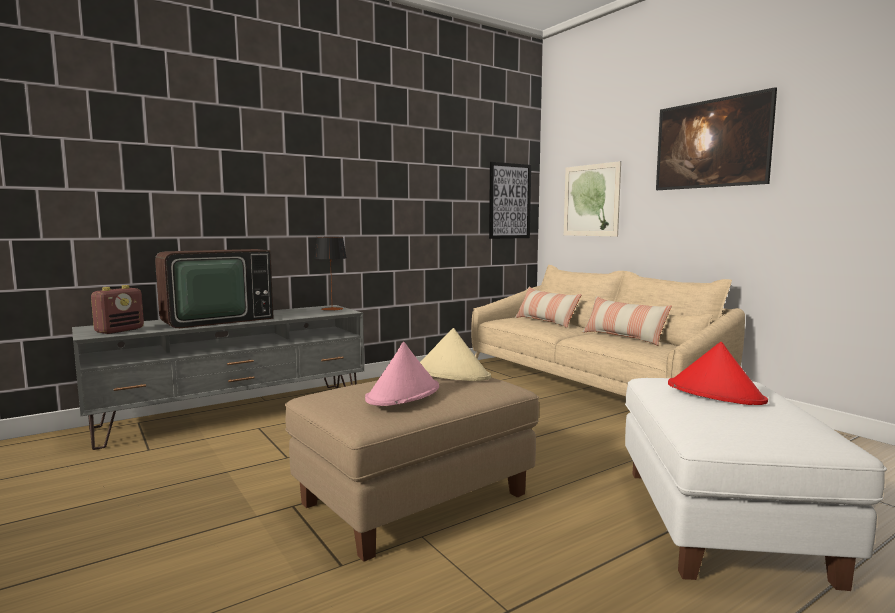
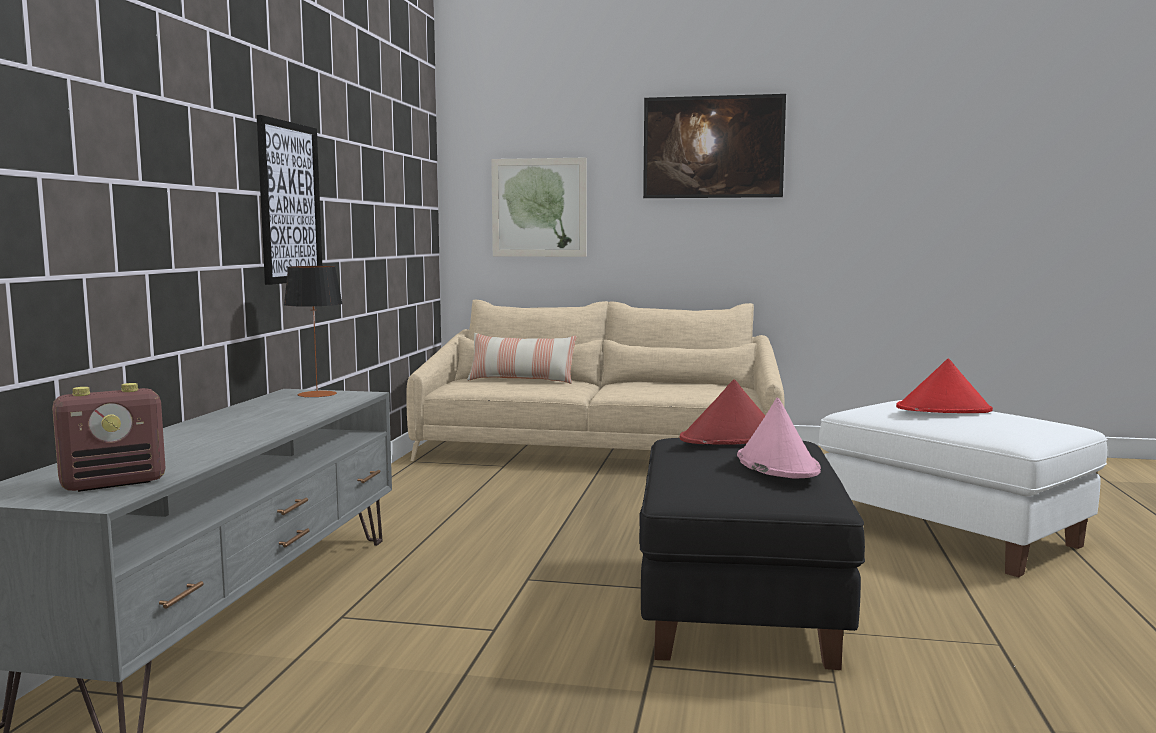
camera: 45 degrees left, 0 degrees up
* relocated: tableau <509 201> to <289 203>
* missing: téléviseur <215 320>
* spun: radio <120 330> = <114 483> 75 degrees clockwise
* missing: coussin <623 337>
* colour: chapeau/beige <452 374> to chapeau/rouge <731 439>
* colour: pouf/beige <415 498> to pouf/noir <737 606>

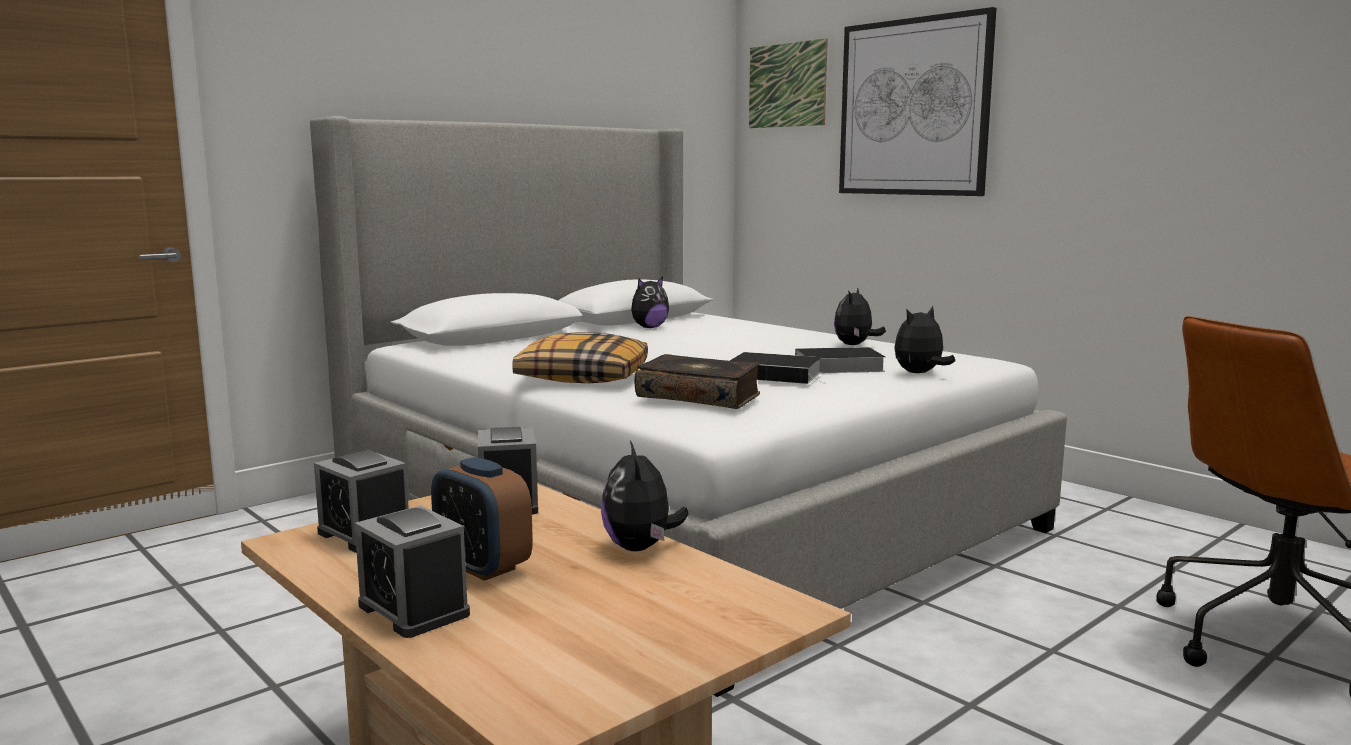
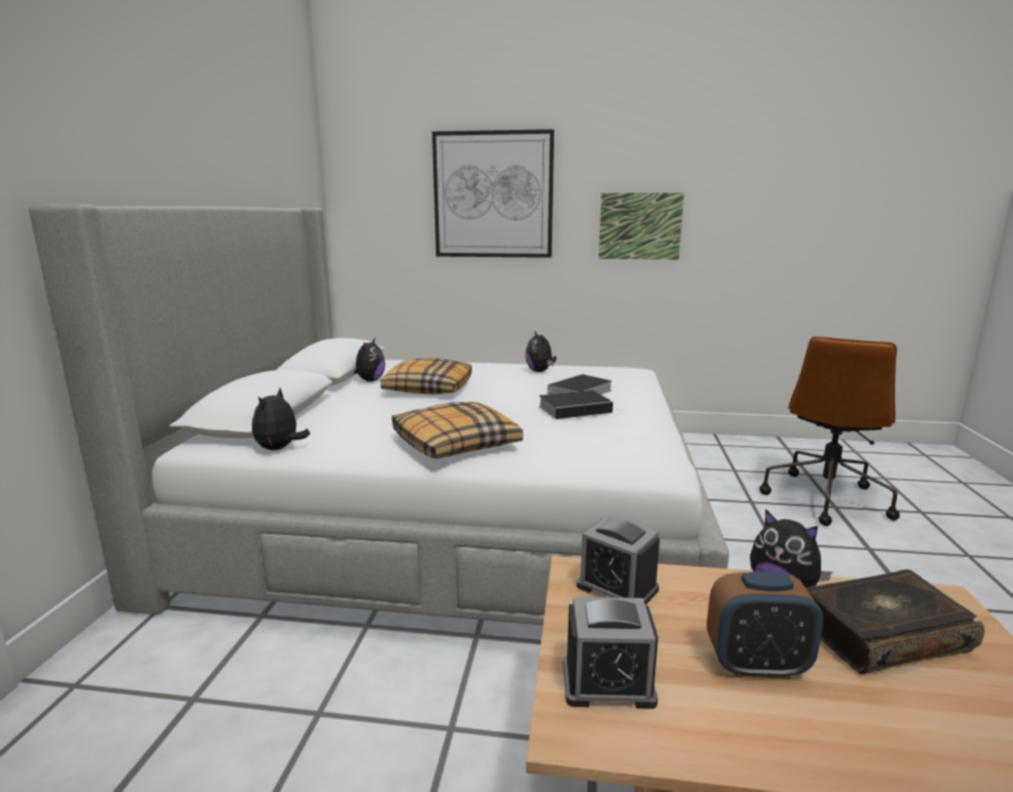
camera: 40 degrees left, 5 degrees up
* relocated: tableau <787 85> to <640 226>
* relocated: peluche <920 373> to <280 449>
* relocated: livre <699 396> to <881 635>
* missing: réveil <413 610>
* appeared: coussin <428 388>

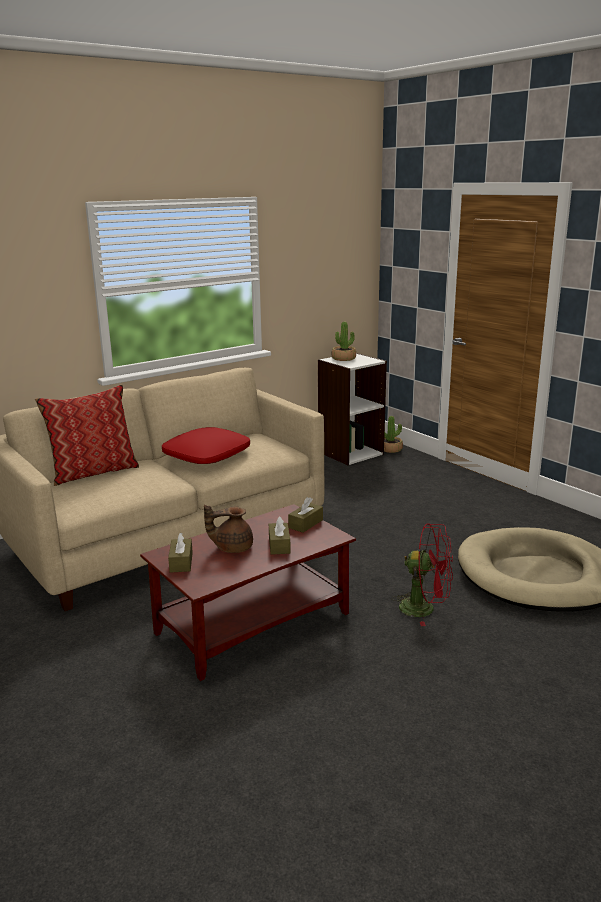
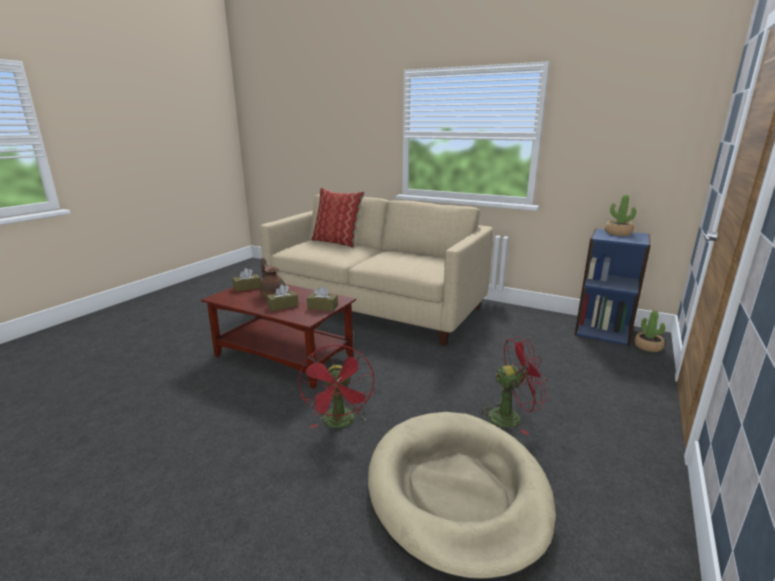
camera: 65 degrees right, 0 degrees up
* colour: bibliothèque/blanc <350 453> to bibliothèque/bleu <603 330>
* missing: coussin/rouge <206 455>
* appeared: ventilateur/rouge <511 417>

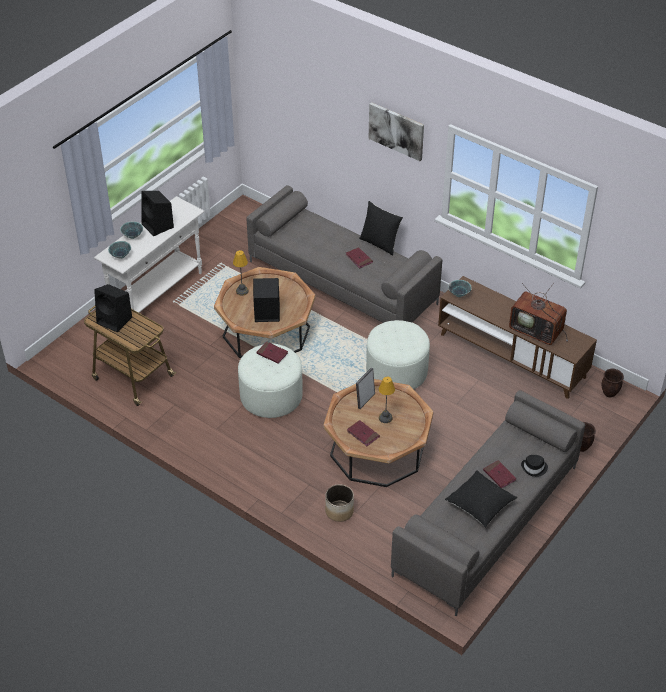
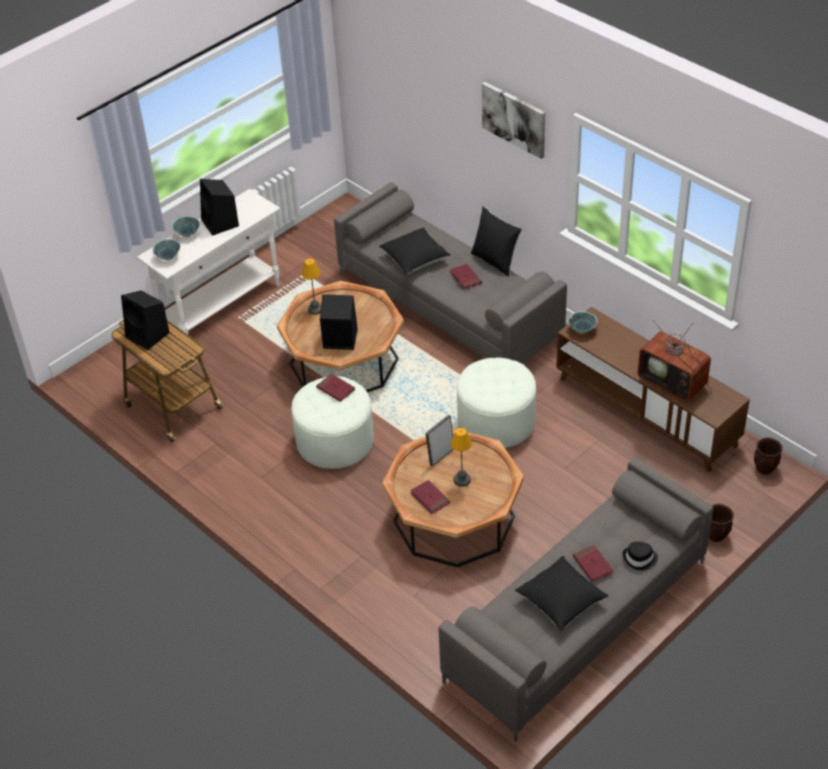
camera: 10 degrees right, 0 degrees up
* missing: cache-pot <339 511>
* appeared: coussin/noir <415 259>

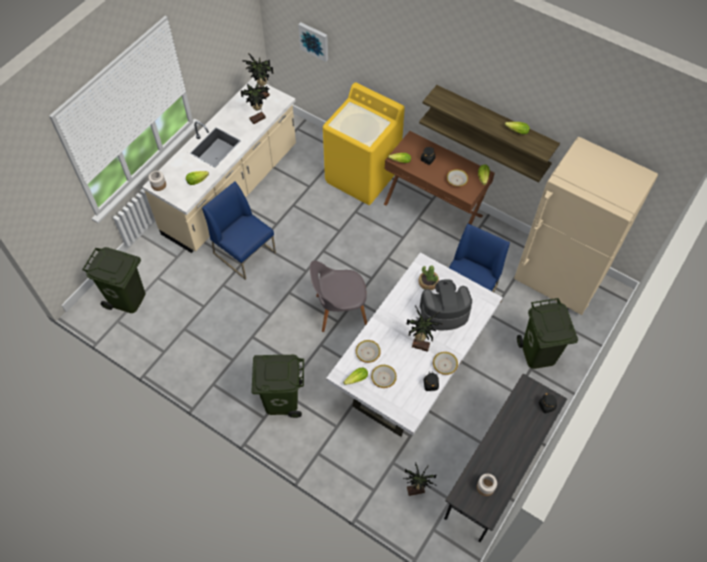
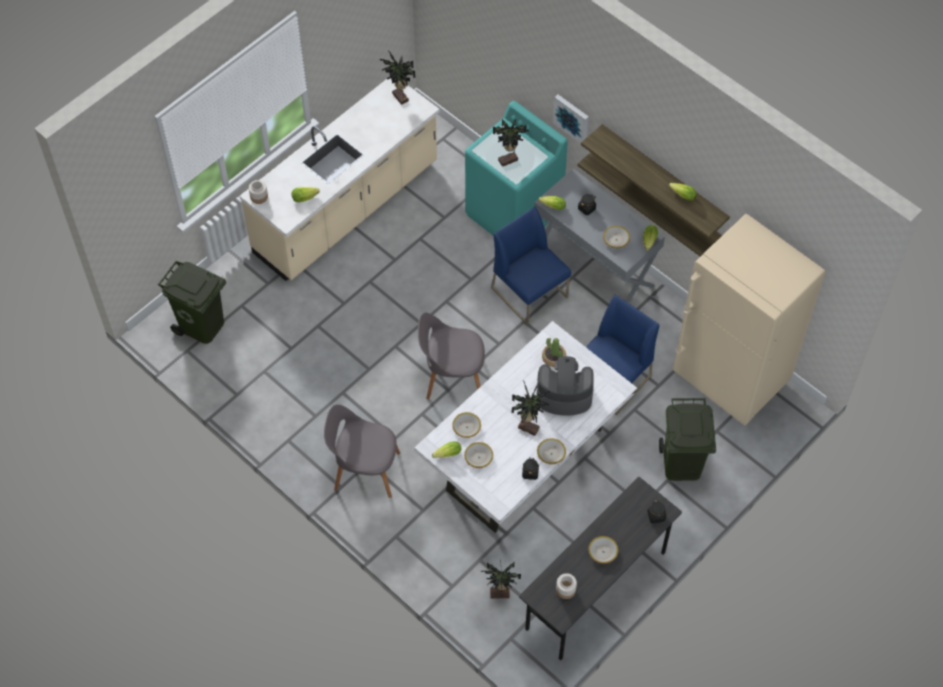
camera: 10 degrees right, 0 degrees up
* relocated: tableau <314 41> to <572 118>
* colour: lave-linge/jaune <362 176> to lave-linge/turquoise <514 213>
* relocated: plante en pot <258 119> to <509 161>
* colour: table console/marron <433 209> to table console/gris <594 269>
* relocated: chaise/bleu <245 253> to <530 292>
* exchanged: poubelle/vert <281 399> to chaise/gris <365 470>
* appeared: bol <603 552>

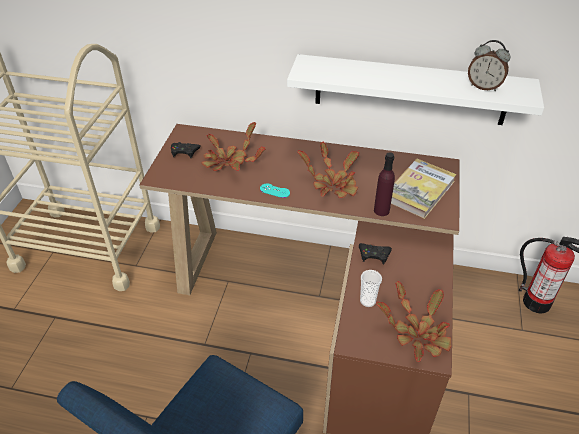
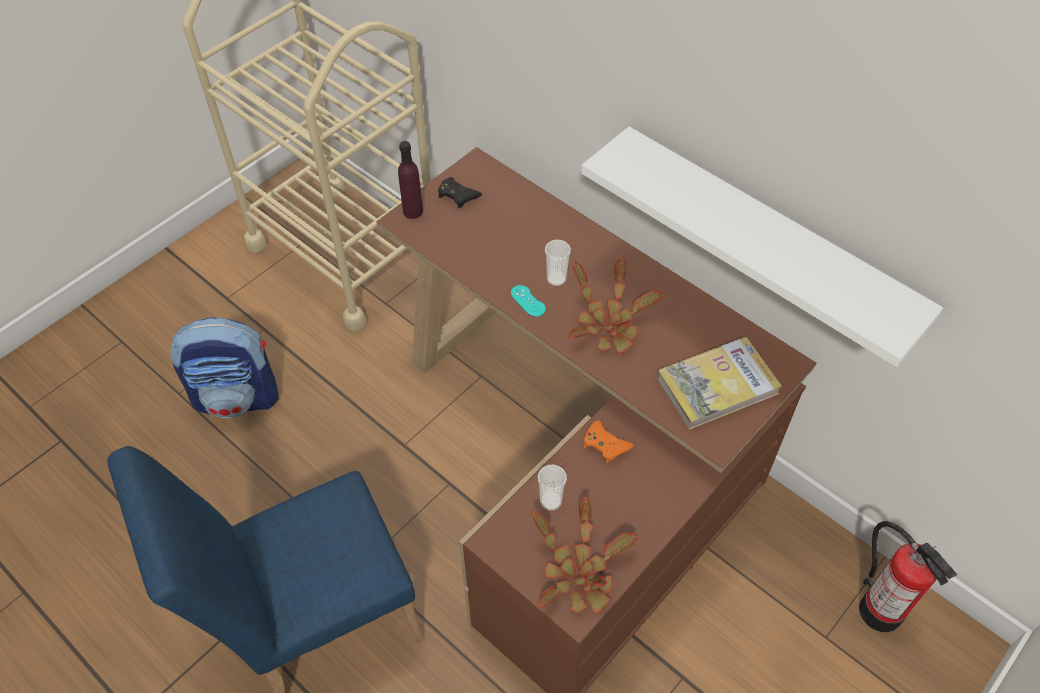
camera: 30 degrees right, 10 degrees up
* missing: réveil <483 86>
* missing: plante en pot <229 162>
* relocated: bouteille/violet <381 210> to <413 211>
* colour: manette/noir <374 255> to manette/orange <605 444>
* appeared: tasse <556 279>
* appeared: sac à dos <238 396>

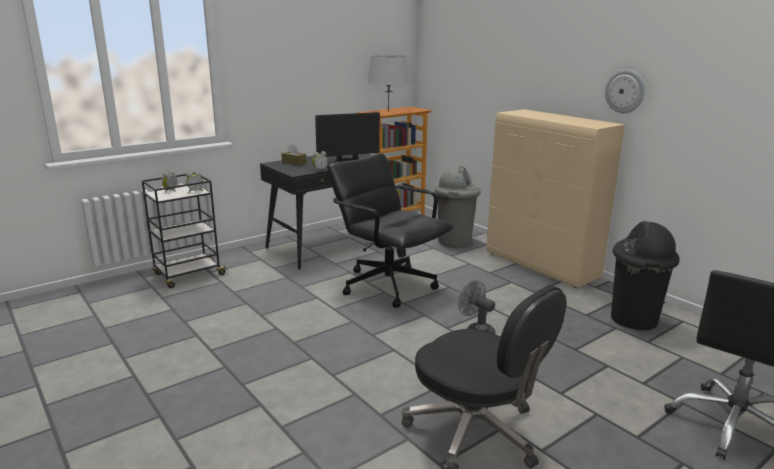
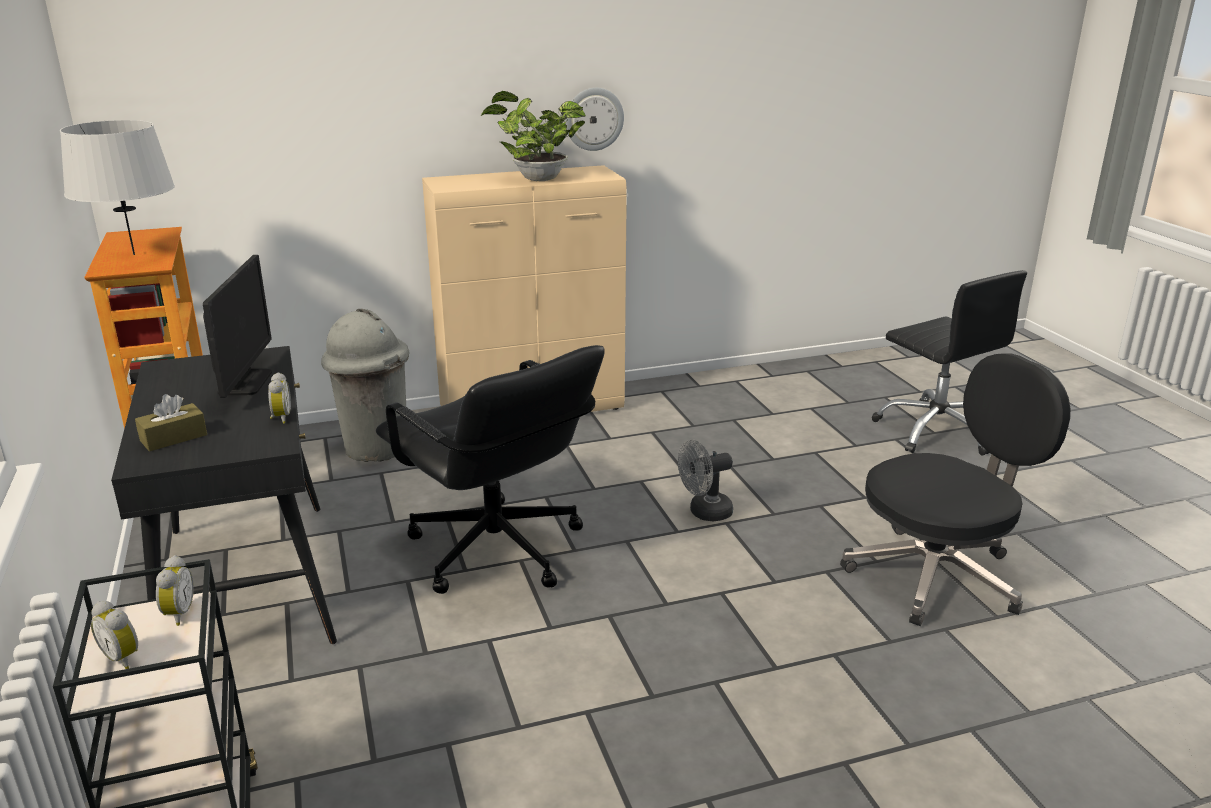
camera: 70 degrees left, 5 degrees up
* spun: chaise de bureau/noir <388 285> = <495 550> 105 degrees counterclockwise
* missing: poubelle/noir <633 320>
* appeared: plante en pot <536 179>

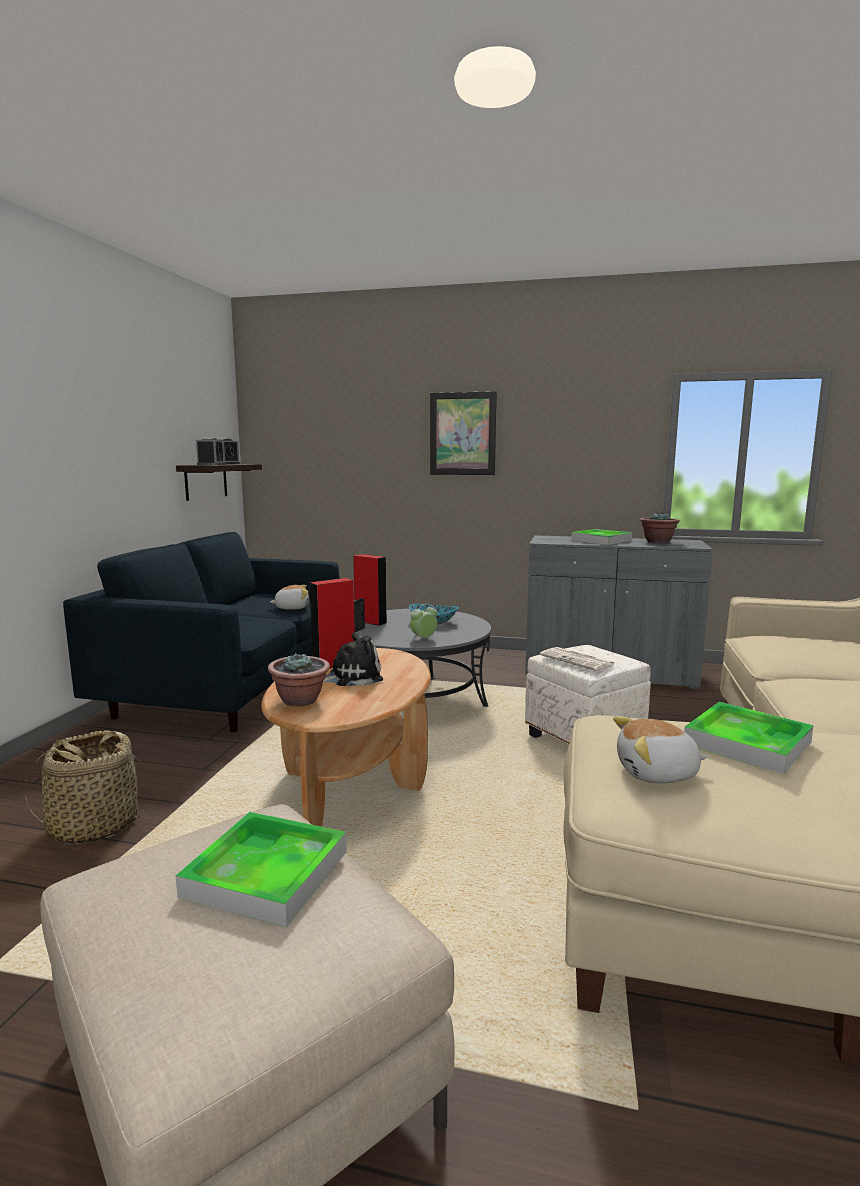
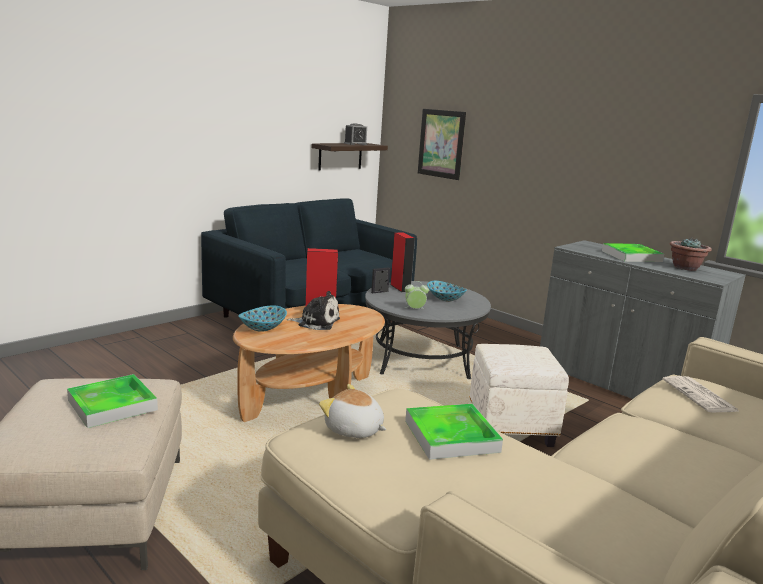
camera: 30 degrees right, 5 degrees up
* relocated: tableau <462 434> to <441 143>
* missing: réveil <211 464>
* missing: peluche <292 608>
* relocated: journal <578 660> to <700 396>
* exchanged: plante en pot <300 701> to bol <263 328>
* missing: panier <93 825>

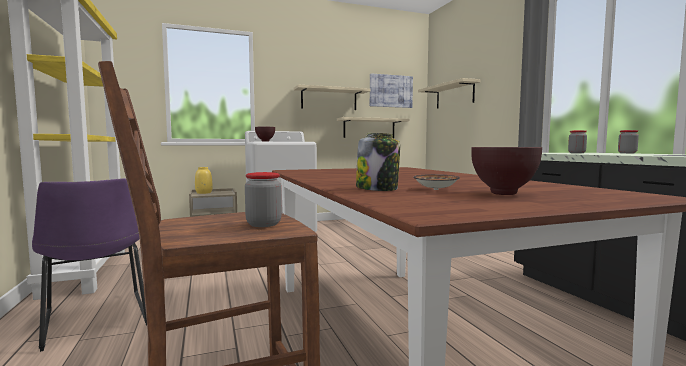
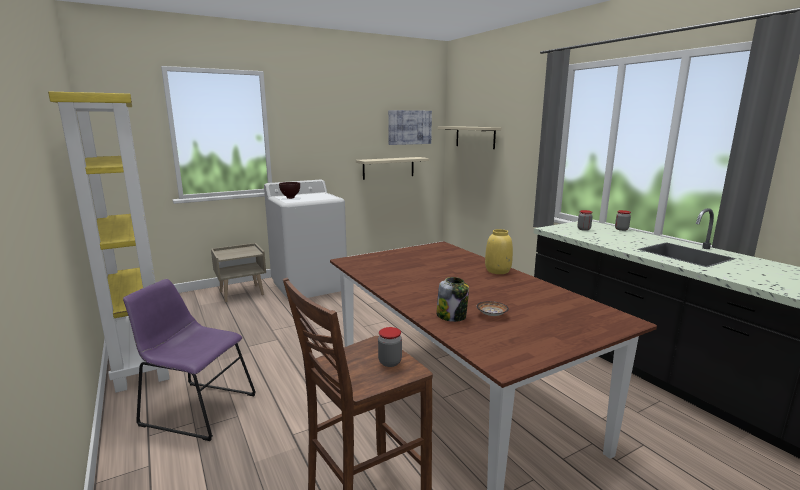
camera: 10 degrees left, 10 degrees up
* missing: étagère/beige <329 99>
* missing: bol/marron <505 194>
* relocated: vase/jaune <204 192> to <497 271>
* spun: chaise/violet <96 321> = <195 408> 150 degrees clockwise

